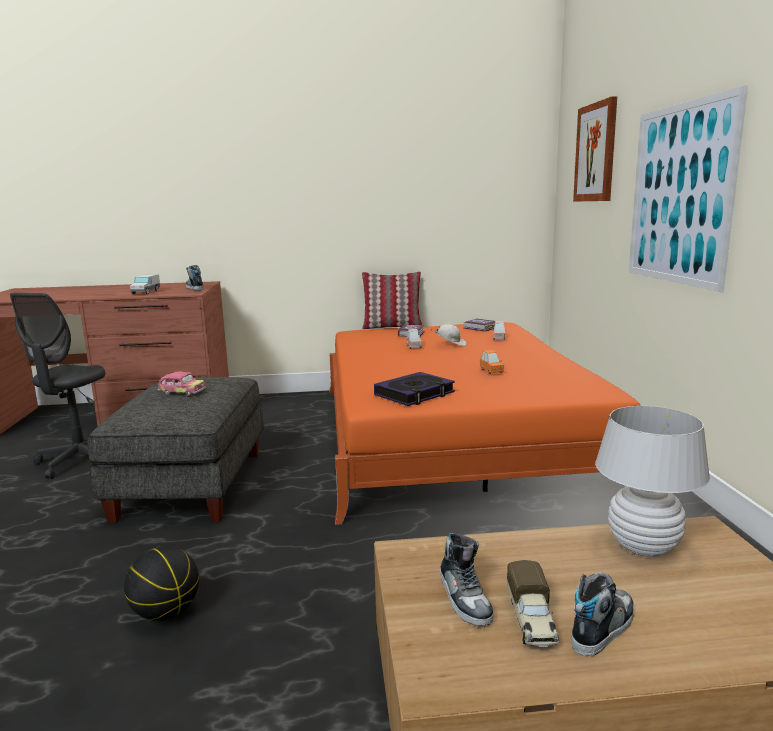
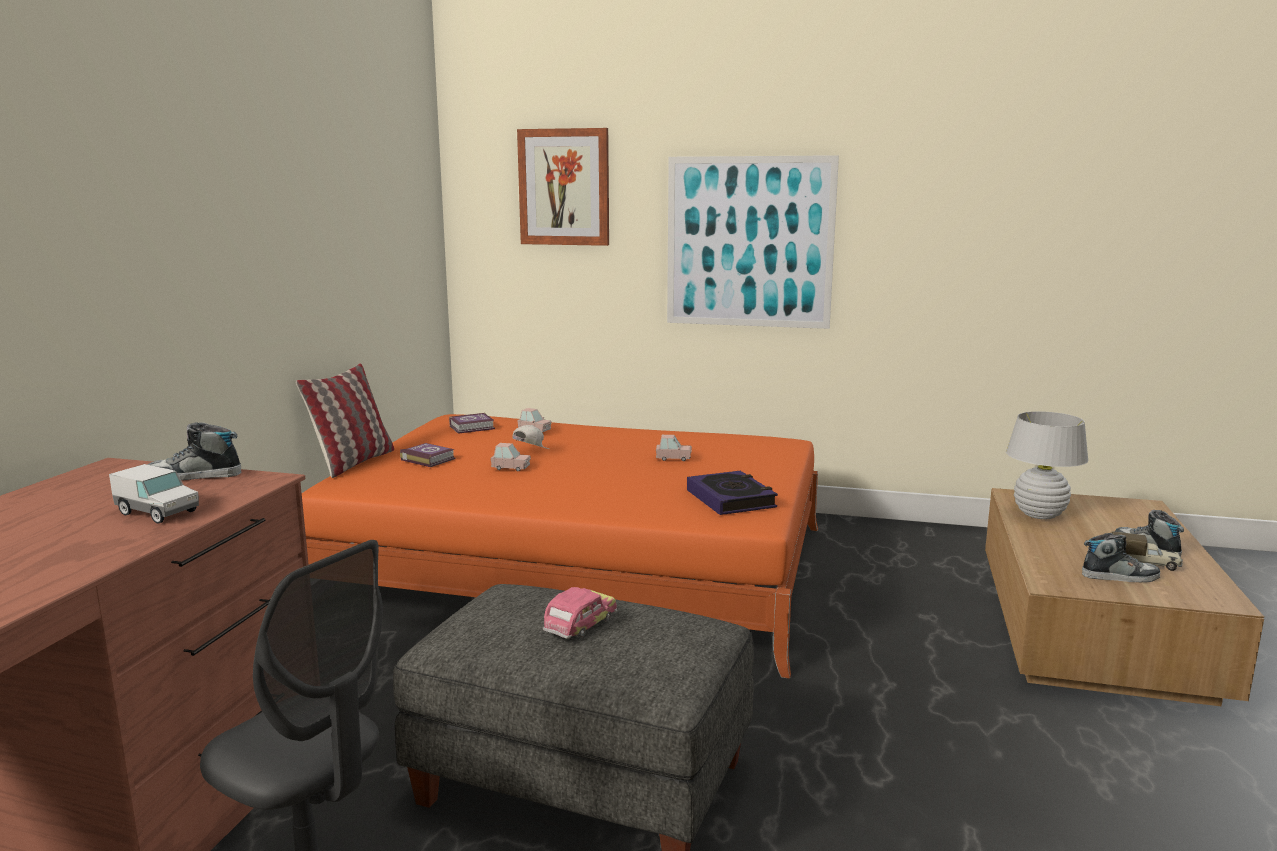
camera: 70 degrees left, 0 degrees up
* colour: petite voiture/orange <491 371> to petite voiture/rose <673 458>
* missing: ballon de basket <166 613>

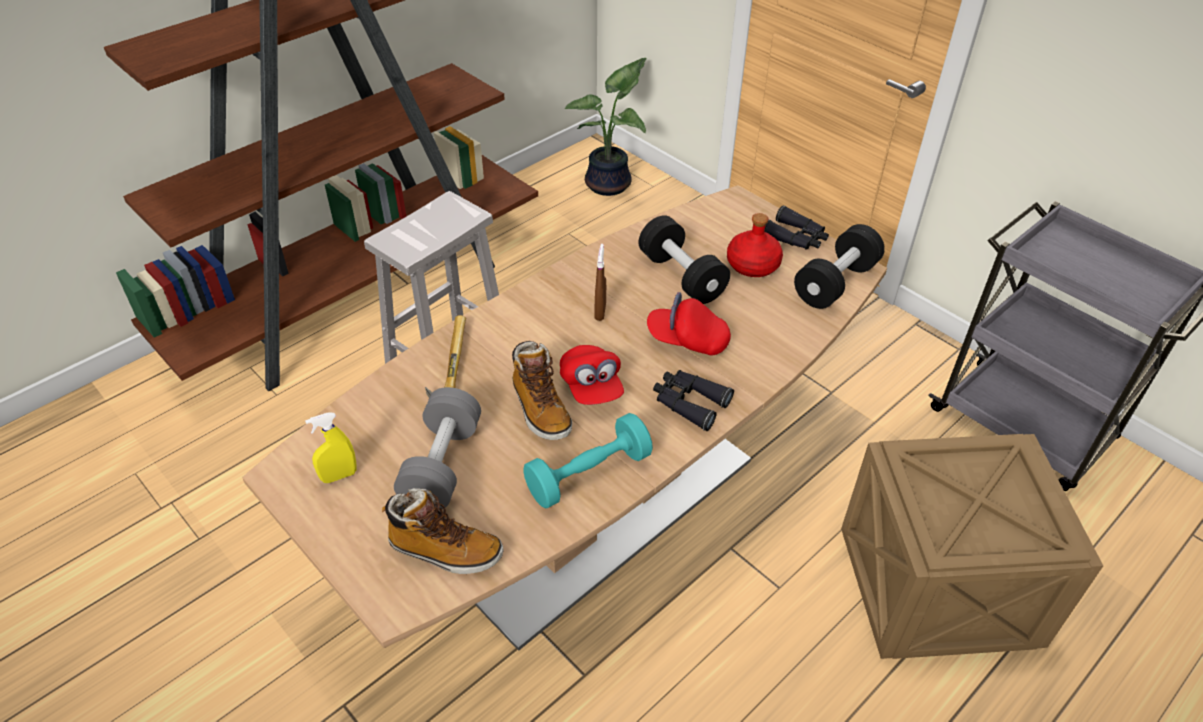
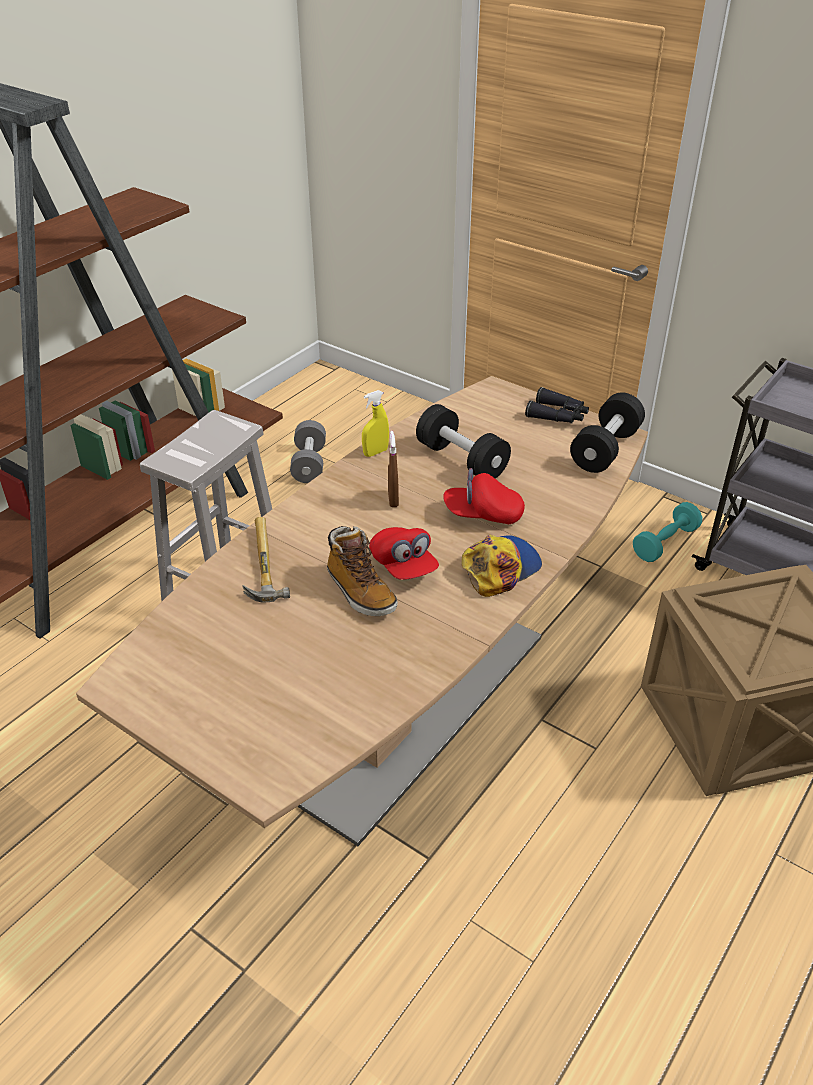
camera: 10 degrees left, 5 degrees down
* missing: plante en pot <611 184>
* missing: bouteille/rouge <752 265>
* exchanged: jumelles/noir <689 403> to casquette <500 568>
* relocated: haltère/gris <442 465> to <309 464>
* relocated: vaporisateur/jaune <339 476> to <375 452>
* relocated: haltère/turquoise <588 474> to <665 543>
* missing: botte <445 551>

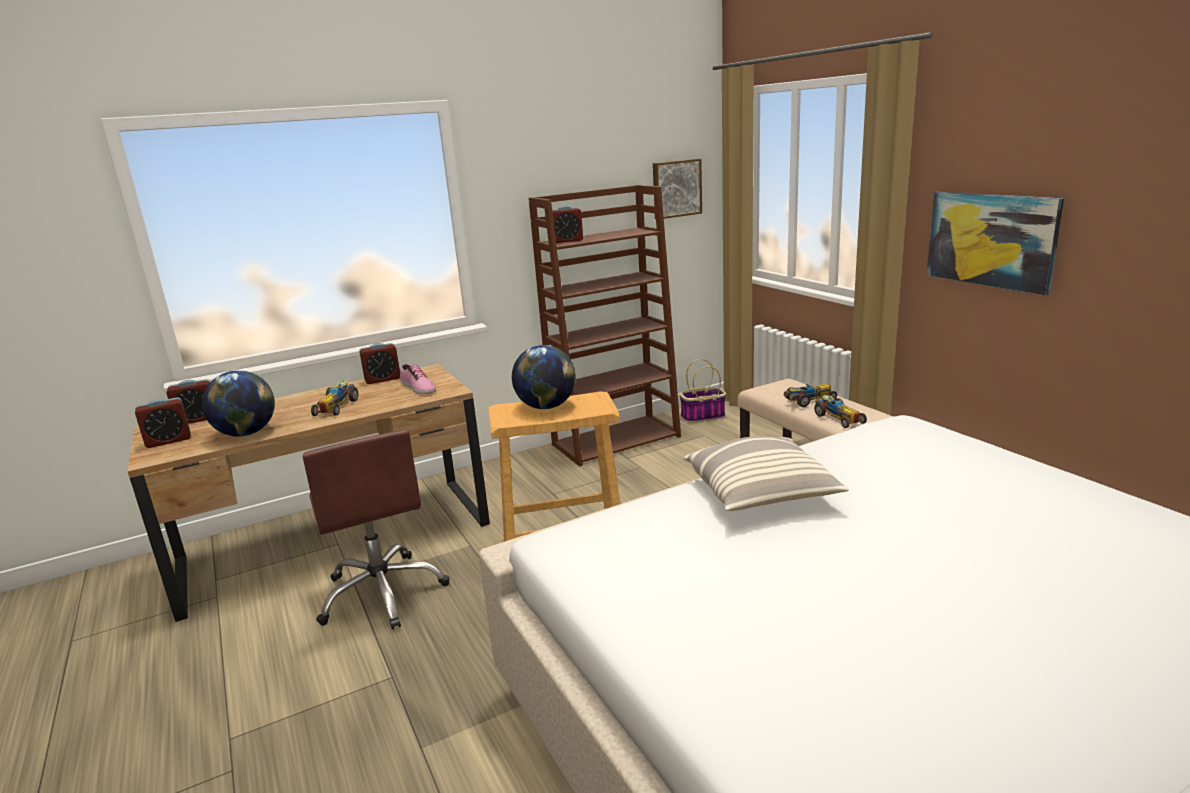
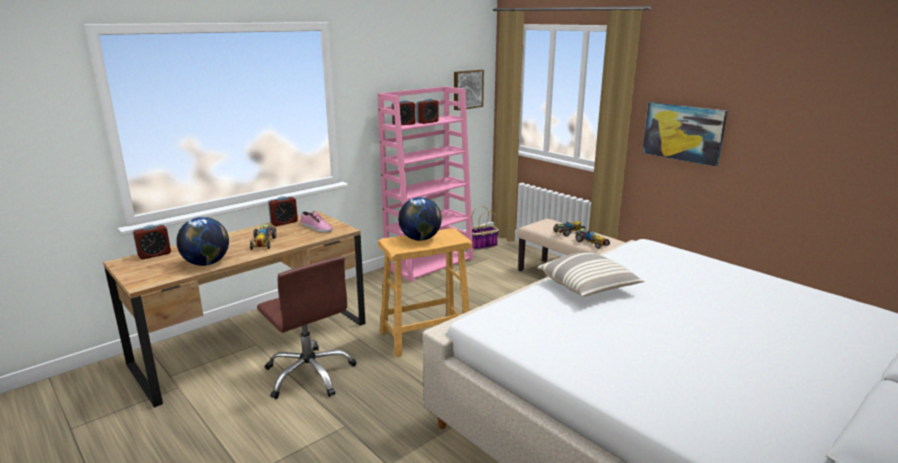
camera: 15 degrees left, 0 degrees up
* colour: bibliothèque/marron <617 440> to bibliothèque/rose <430 263>
* relocated: réveil <168 441> to <427 122>

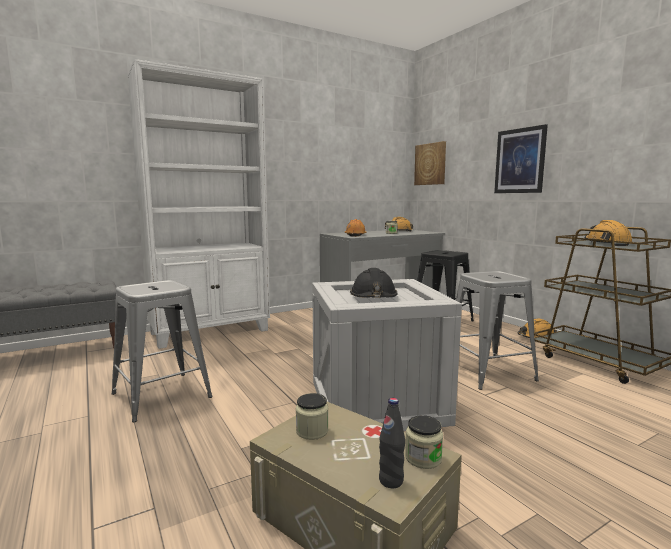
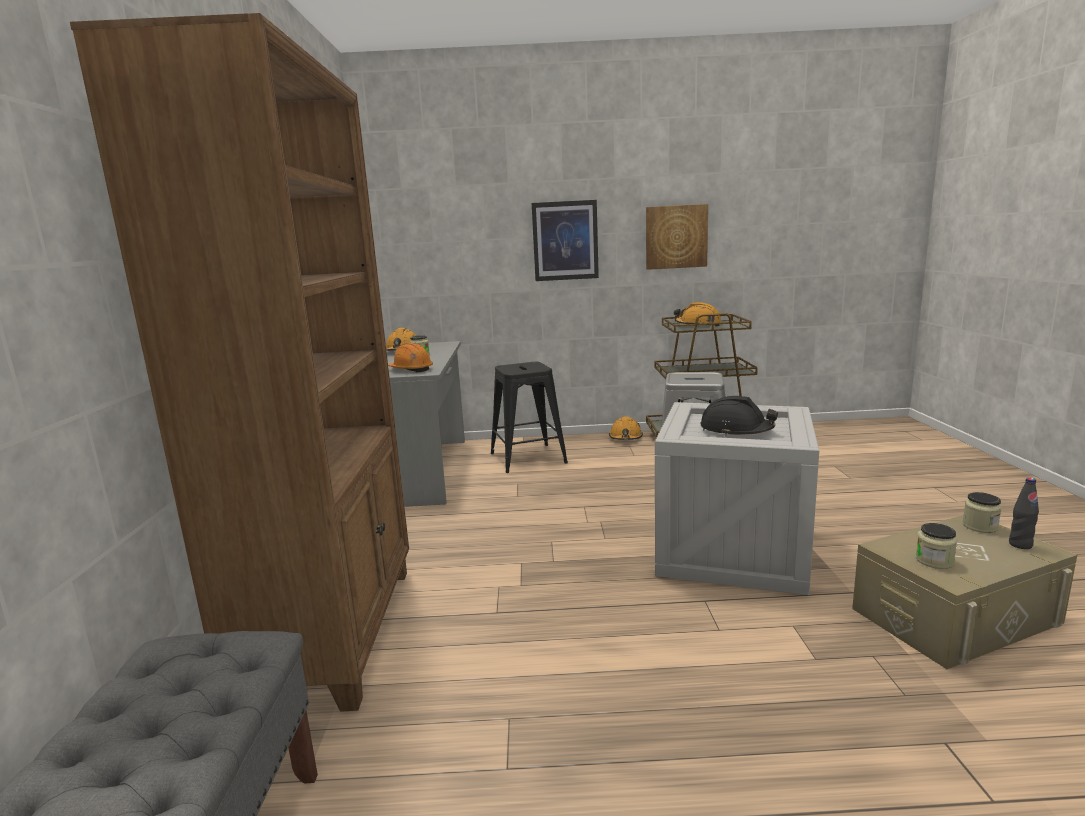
camera: 60 degrees left, 5 degrees up
* colour: bibliothèque/blanc <211 332> to bibliothèque/marron <335 632>
* relocated: tableau <430 164> to <676 237>
* missing: tabouret/gris <161 395>

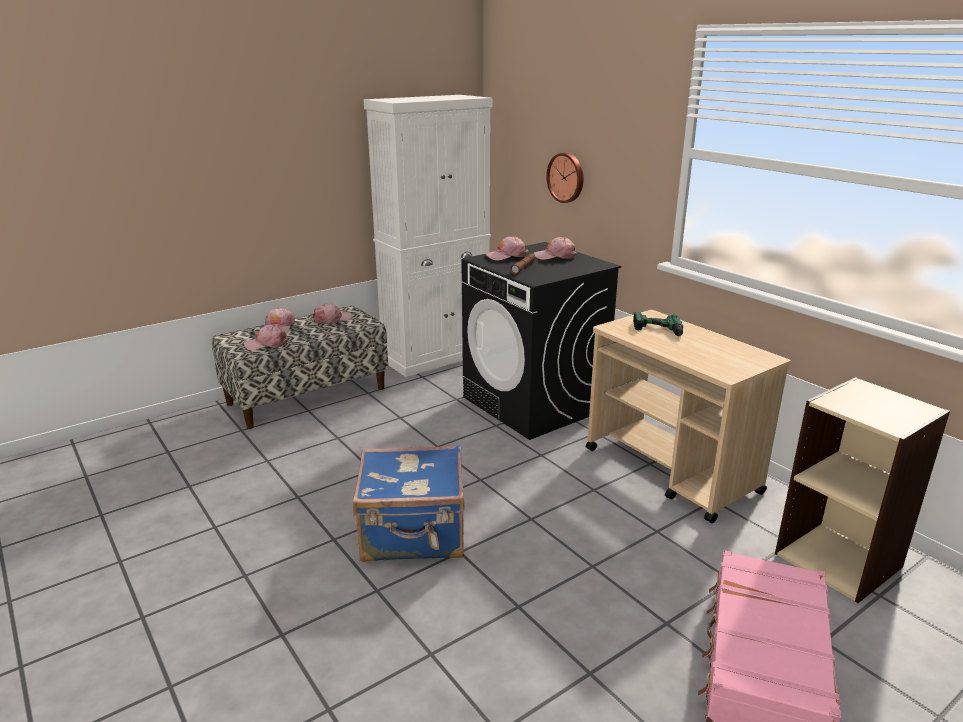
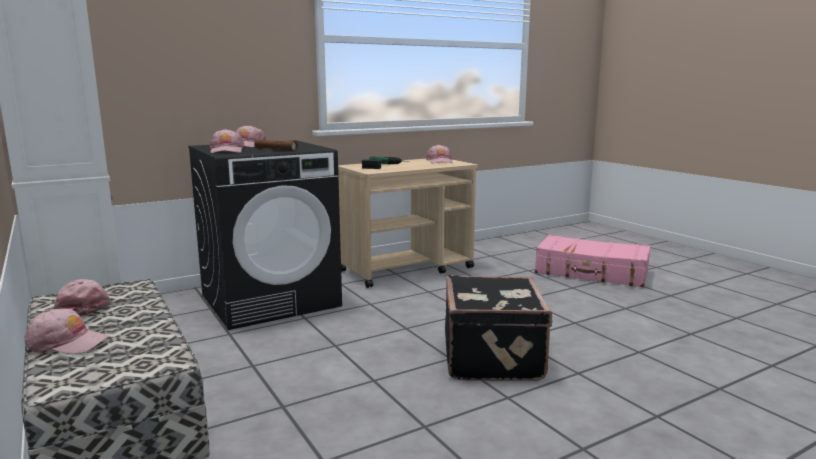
camera: 85 degrees left, 10 degrees down
* missing: horloge murale <566 177>
* relocated: casquette/rose <266 344> to <440 161>
* missing: bibliothèque/beige <839 560>
* colour: valise/bleu <414 534> to valise/noir <494 357>

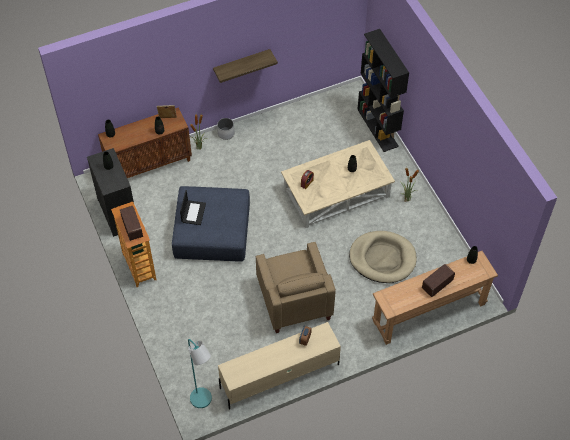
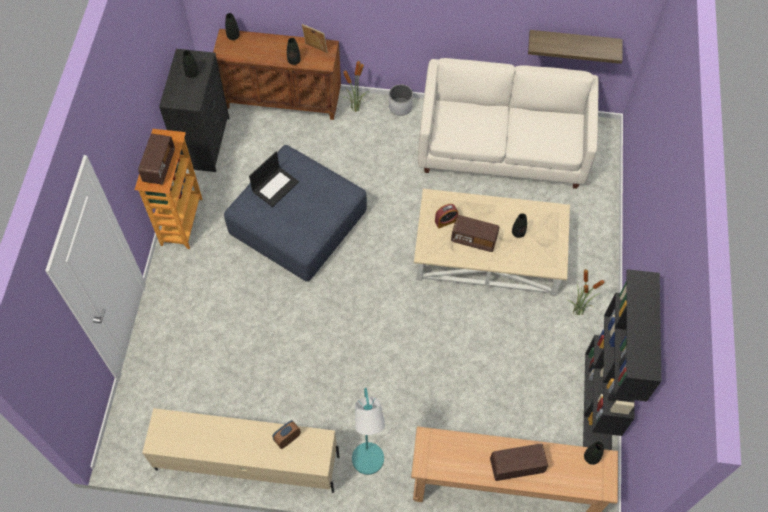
camera: 30 degrees right, 5 degrees up
* relocated: bibliothèque/noir <378 128> to <598 401>
* relocated: étagère <241 63> to <573 42>
* missing: panier pour chien/beige <382 258>
* missing: fauteuil/beige <294 300>
* relocated: lampadaire/turquoise <203 401> to <368 465>
* appeared: canapé/blanc <503 145>
* appeared: radio <474 239>

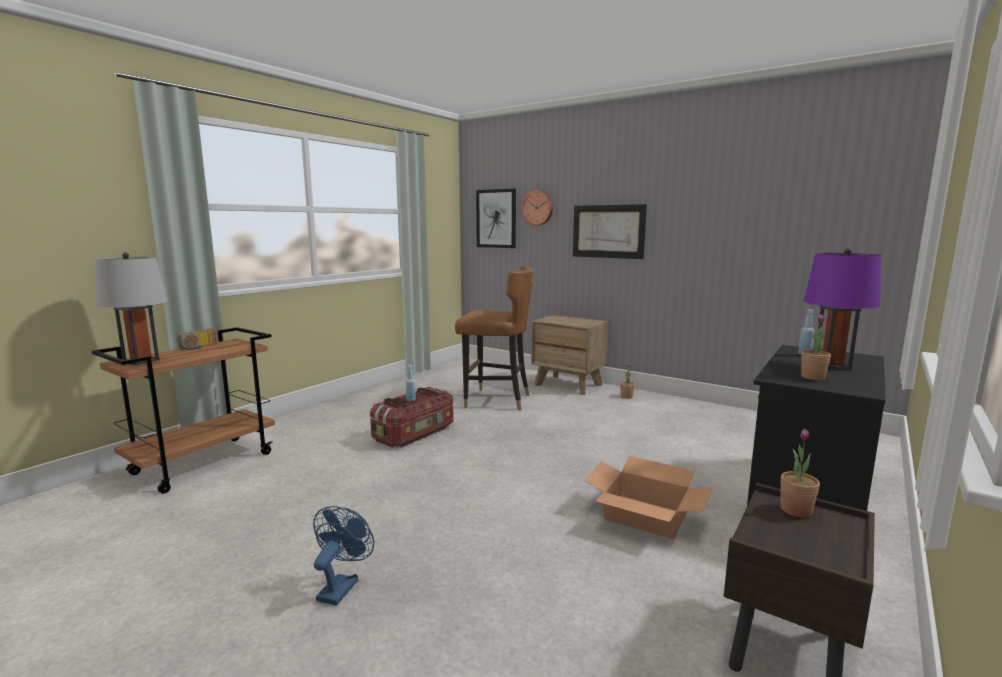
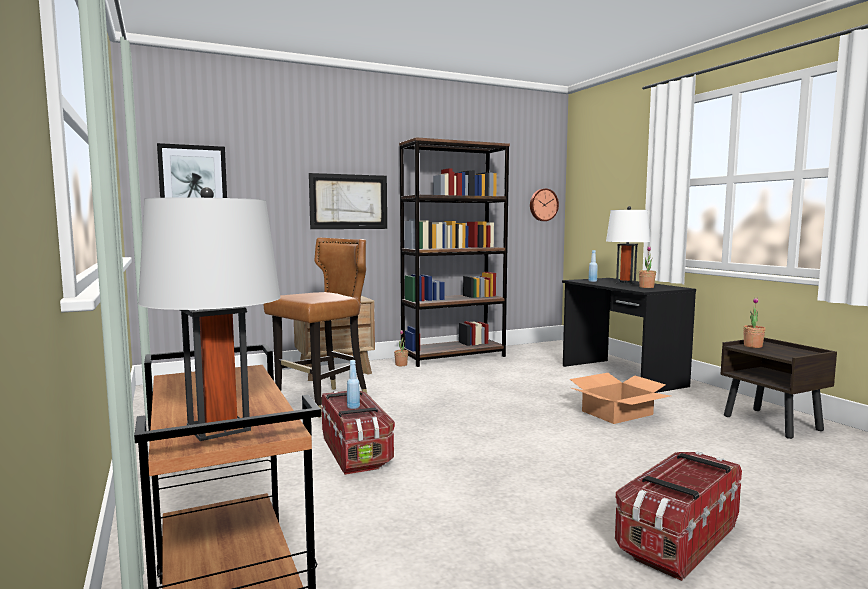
camera: 60 degrees left, 5 degrees down
* relocated: horloge murale <538 208> to <543 205>
* colour: lampe de table/violet <831 366> to lampe de table/blanc <625 283>
* missing: radio <199 347>
* exchanged: ventilateur/bleu <341 586> to boîte de rangement <677 538>
* appeared: bibliothèque/marron <453 357>

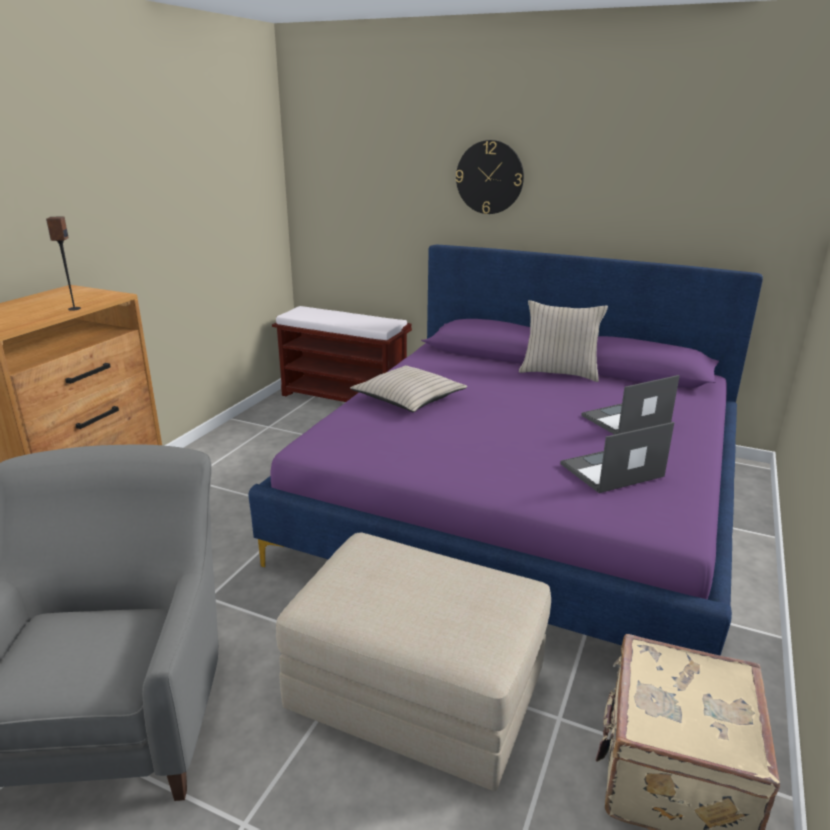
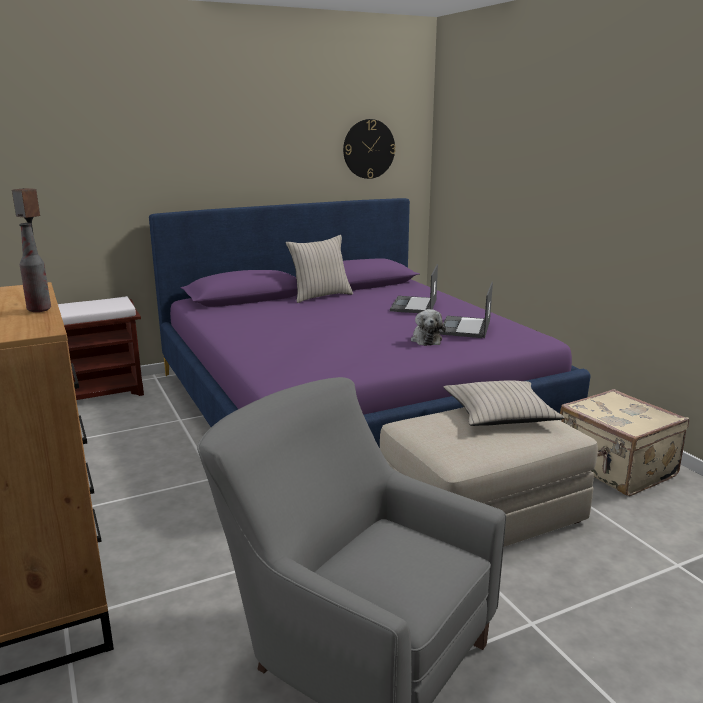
camera: 50 degrees left, 5 degrees down
* relocated: horloge murale <489 177> to <368 149>
* relocated: coussin/beige <408 398> to <500 414>
* appeared: bouteille <39 310>
* appeared: peluche <426 339>

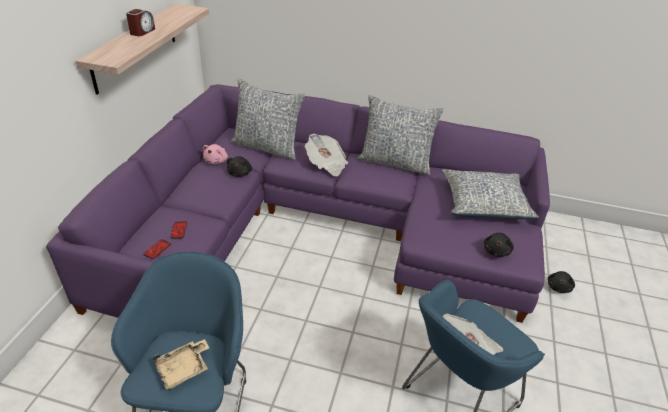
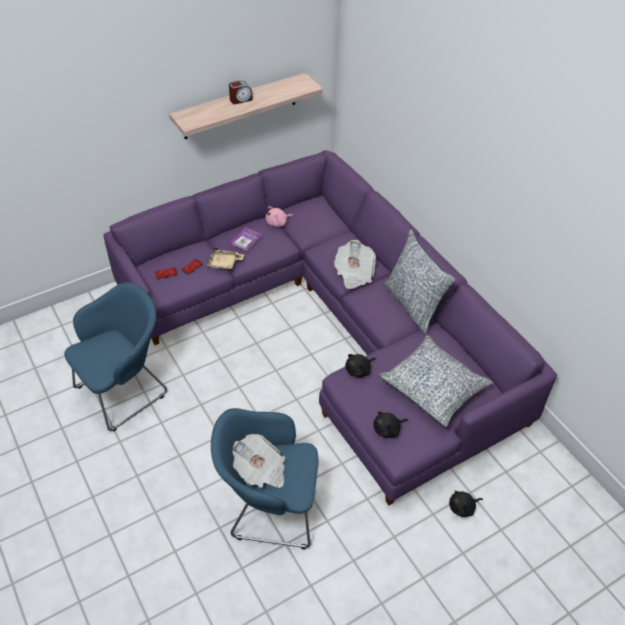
camera: 45 degrees right, 10 degrees up
* missing: coussin <267 147>
* relocated: peluche/noir <240 173> to <359 370>
* relocated: plateau/beige <183 369> to <224 263>
* appeared: livre <246 240>

